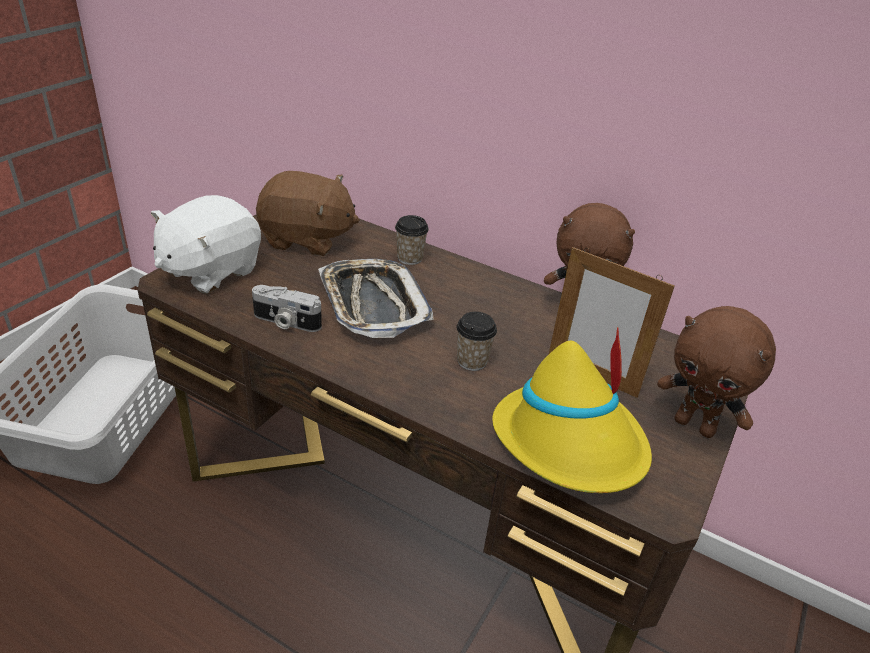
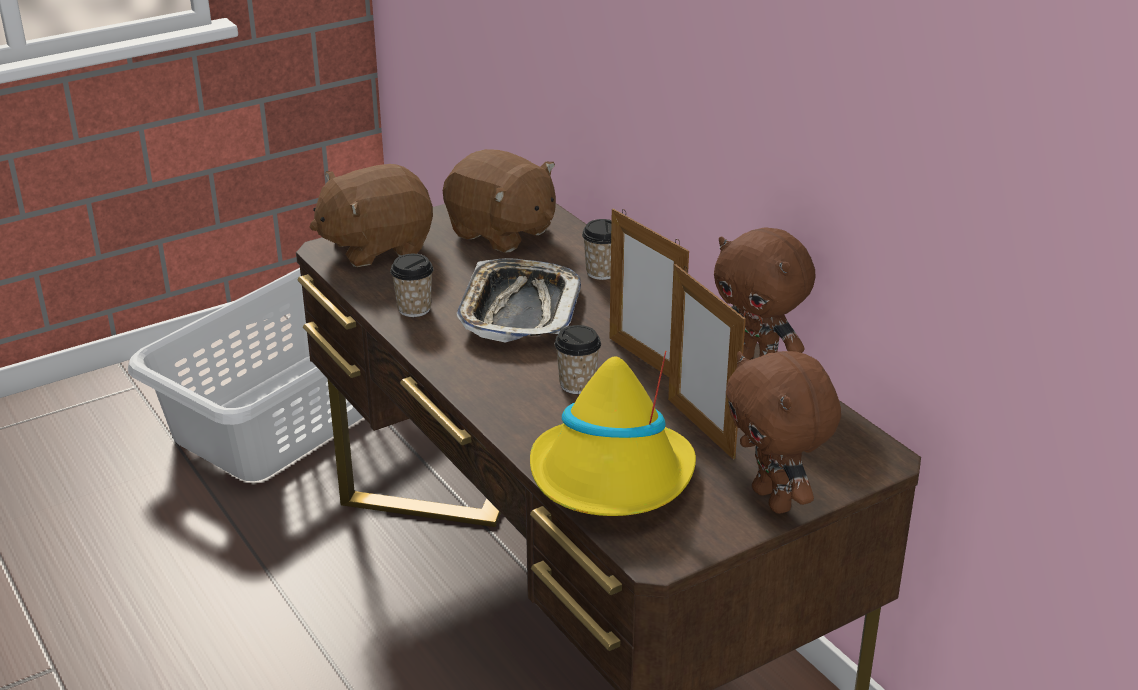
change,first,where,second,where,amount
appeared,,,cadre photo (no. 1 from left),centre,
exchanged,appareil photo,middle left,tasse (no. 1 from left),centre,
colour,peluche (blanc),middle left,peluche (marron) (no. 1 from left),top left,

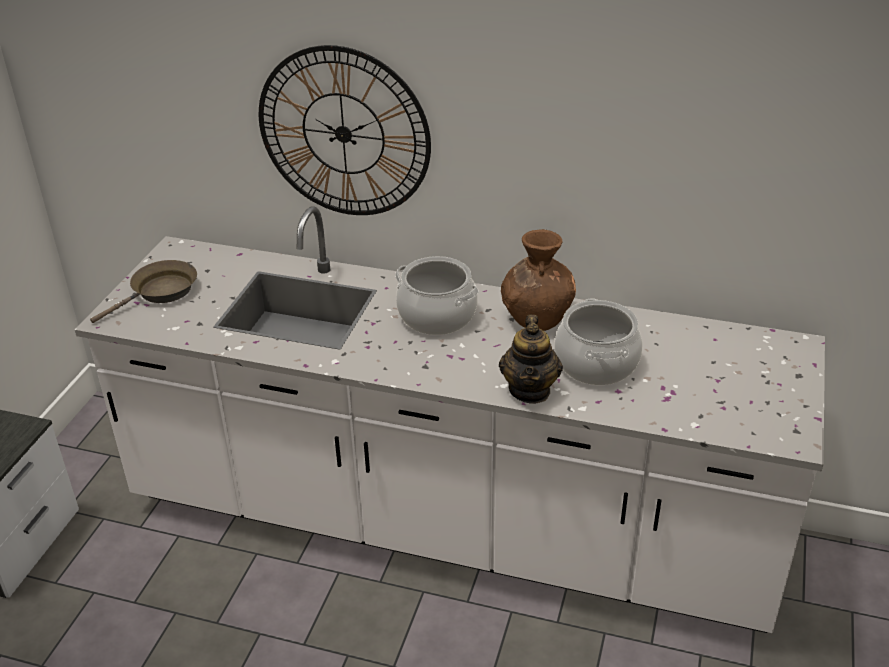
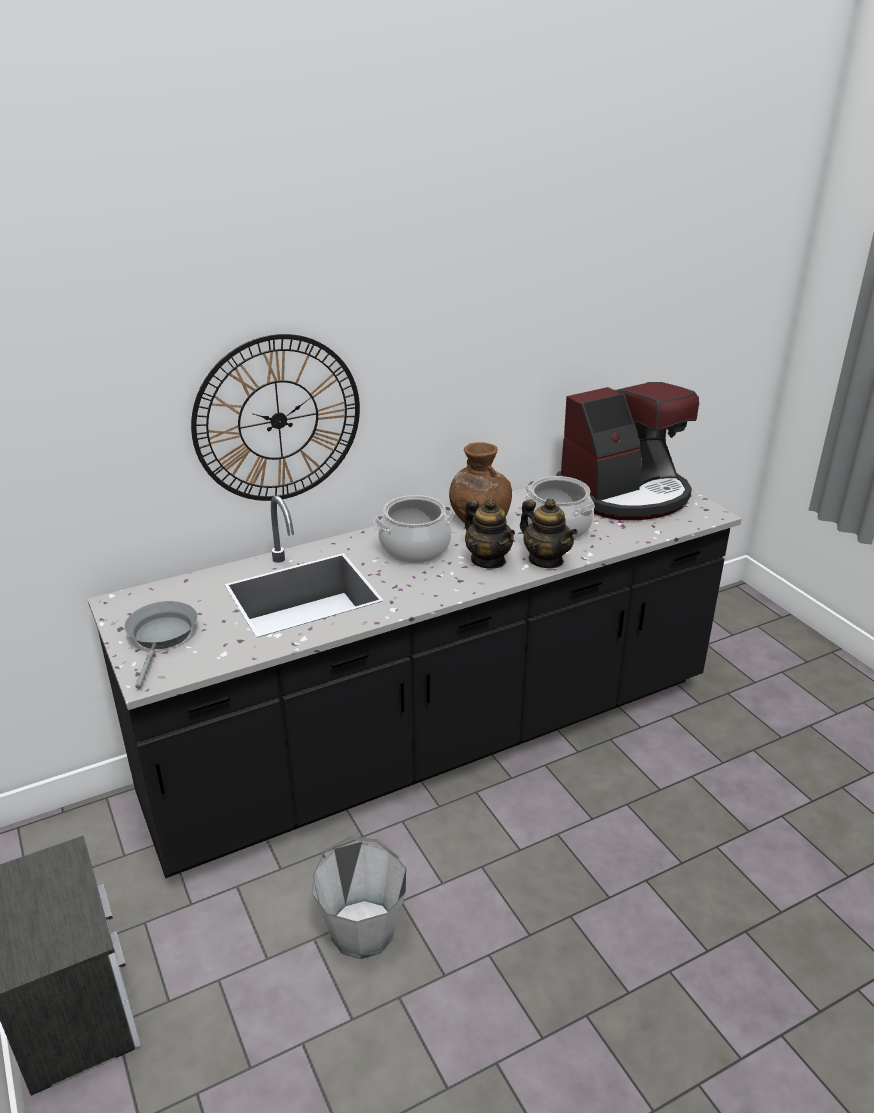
change,first,where,second,where,amount
appeared,,,seau (gris),bottom centre,
appeared,,,théière (no. 1 from left),centre,
appeared,,,machine à café,middle right,
colour,comptoir de cuisine (blanc),centre,comptoir de cuisine (noir),centre,
colour,poêle (marron),middle left,poêle (gris),middle left,

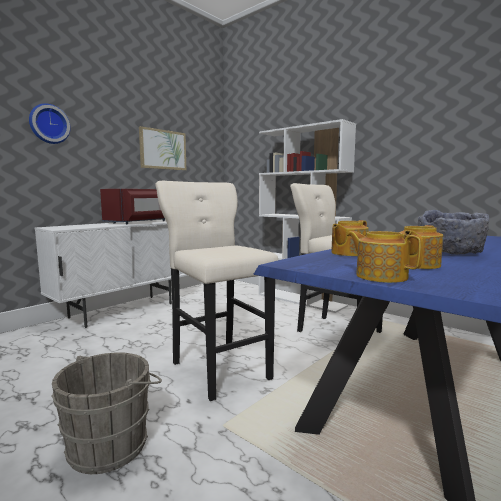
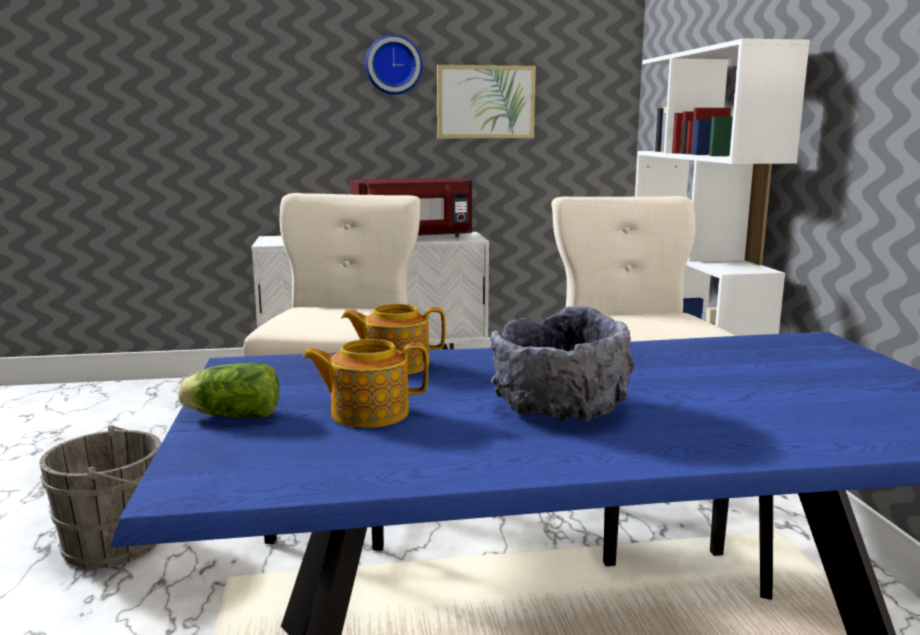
change,first,where,second,where,amount
relocated,horloge murale,top left,,top centre,
exchanged,théière (no. 2 from left),middle right,laitue,middle left,

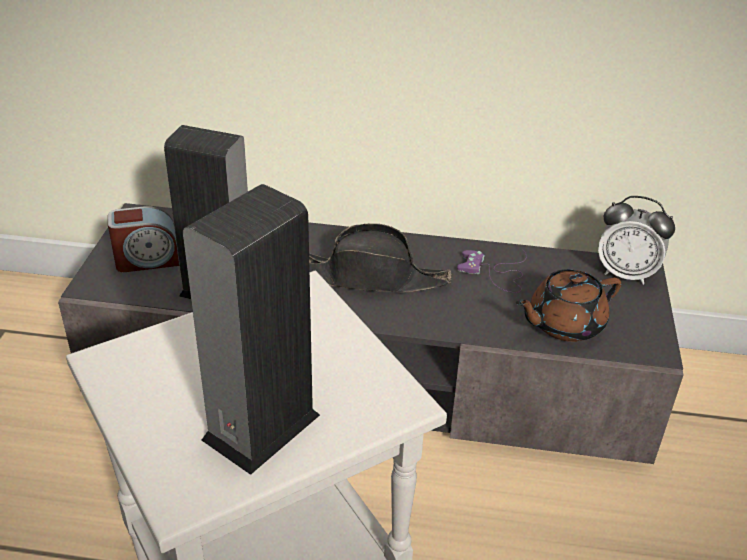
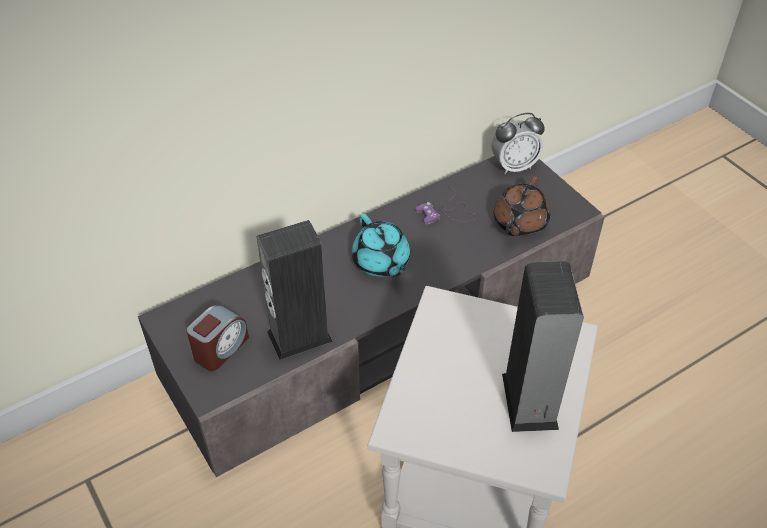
change,first,where,second,where,amount
exchanged,chapeau (noir),centre,théière (turquoise),centre,

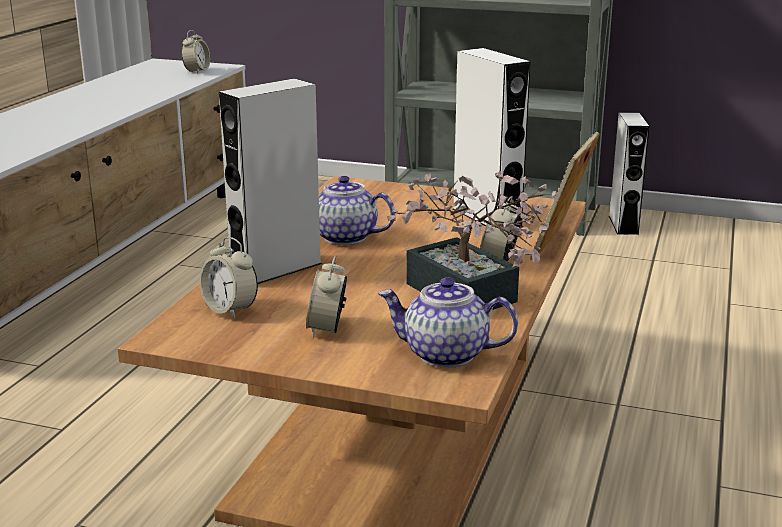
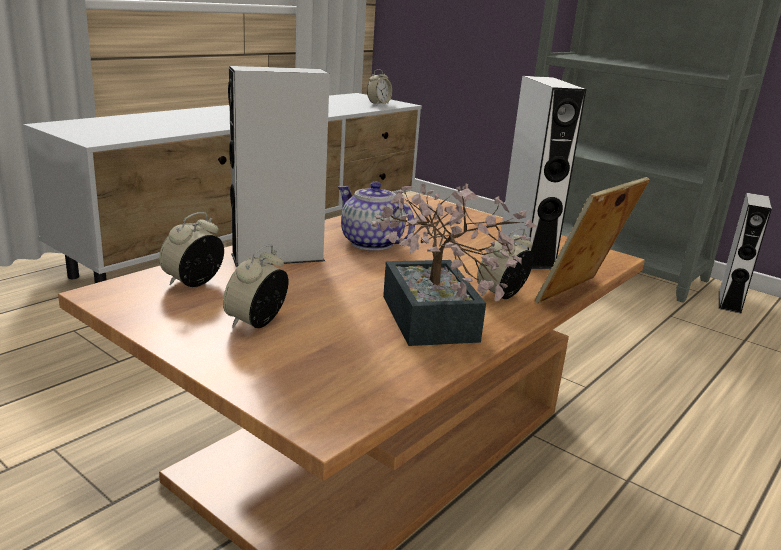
change,first,where,second,where,amount
missing,théière (no. 2 from left),centre,,,
spun,réveil (no. 2 from left in the first image),middle left,réveil (no. 1 from left),middle left,60 degrees clockwise

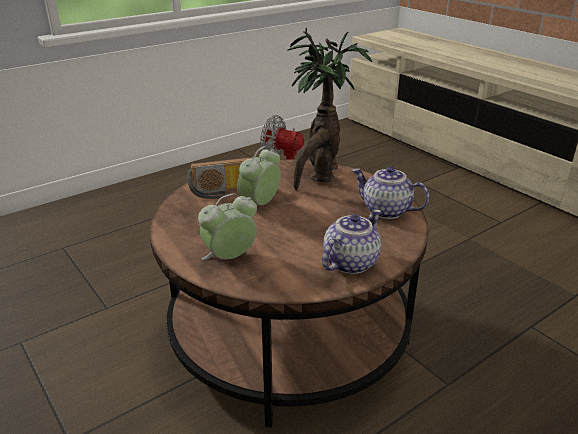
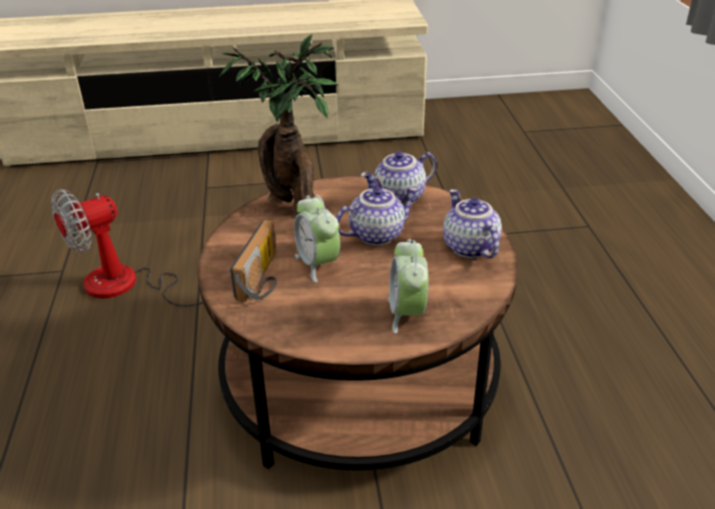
change,first,where,second,where,amount
appeared,,,théière (no. 1 from left),centre,

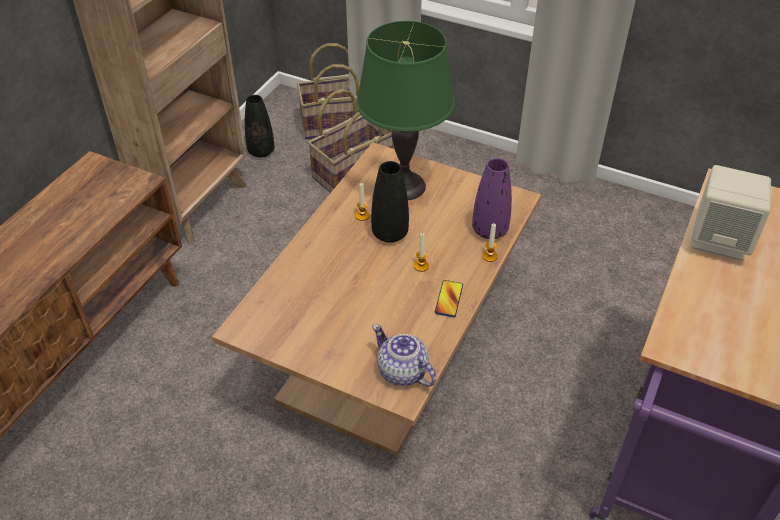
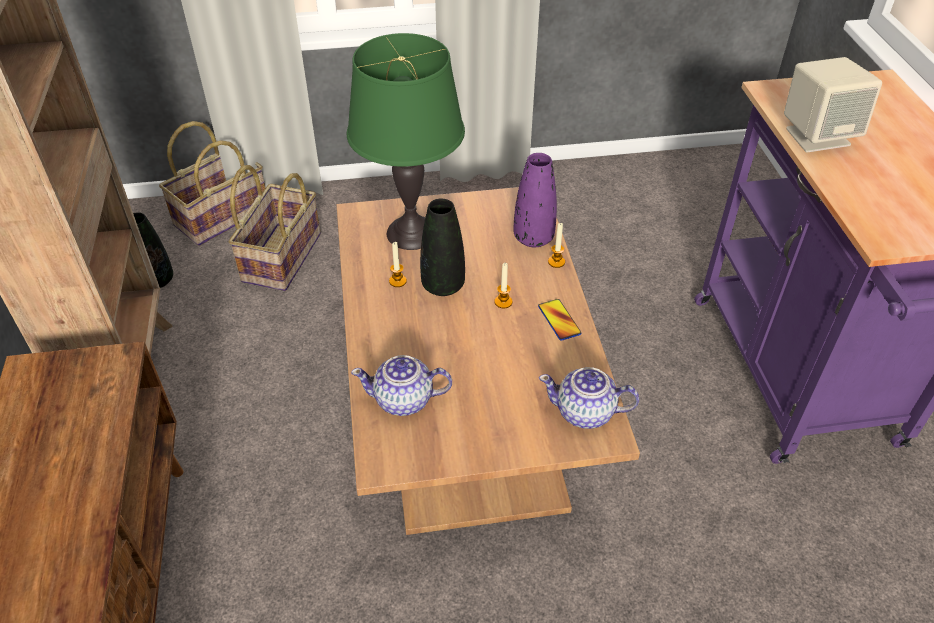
change,first,where,second,where,amount
appeared,,,théière (no. 1 from left),centre,

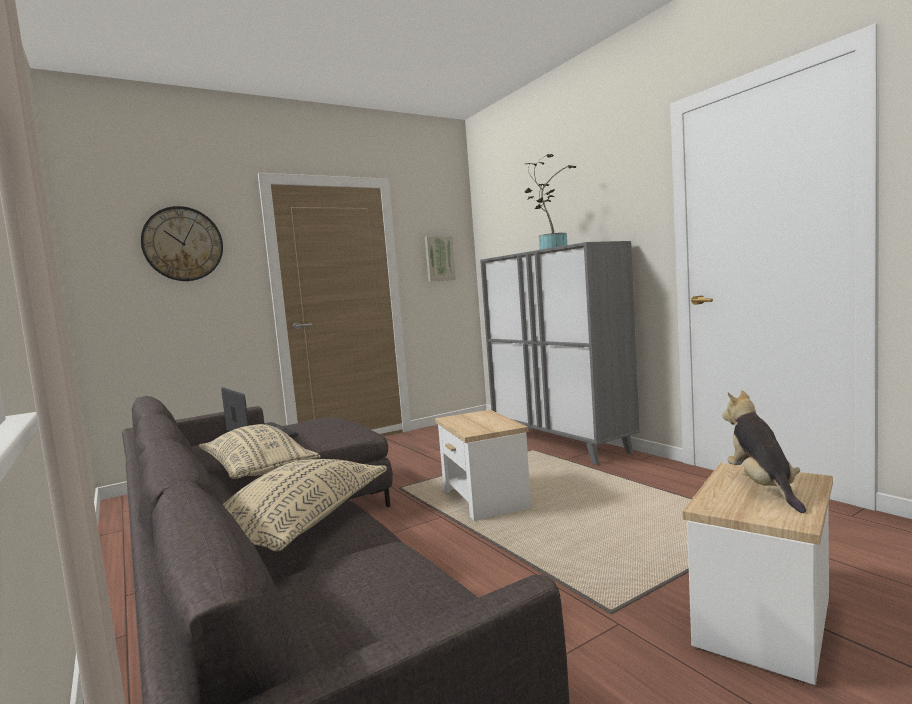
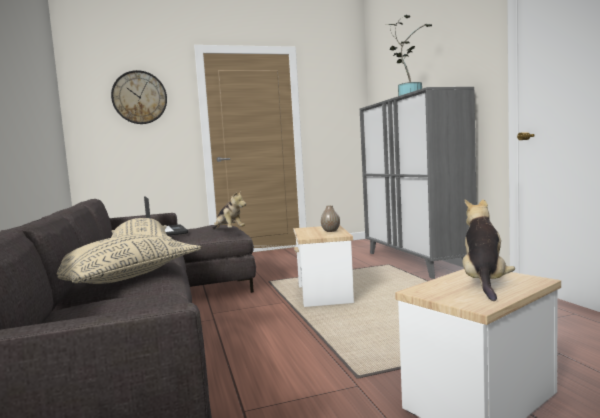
change,first,where,second,where,amount
missing,tableau,centre,,,
appeared,,,peluche (no. 1 from left),centre,
appeared,,,vase,centre,

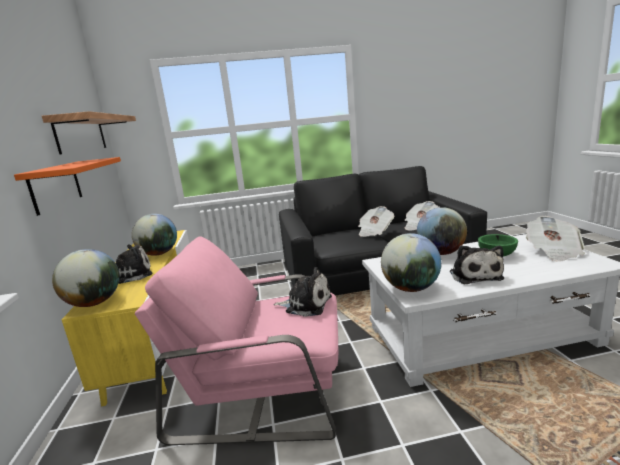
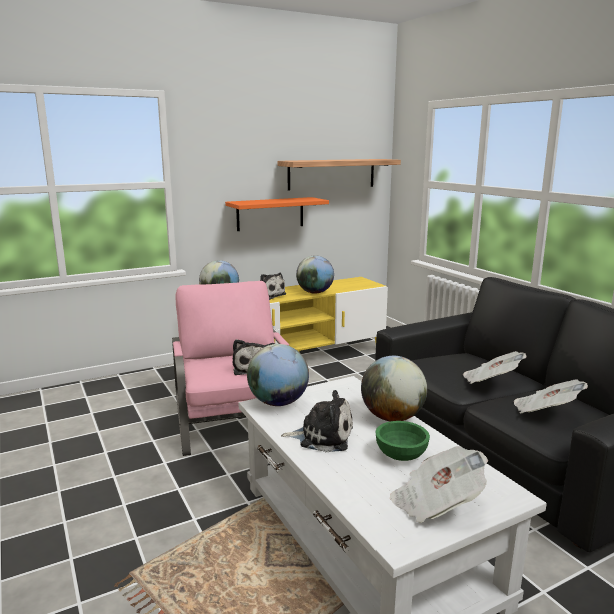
change,first,where,second,where,amount
spun,peluche (no. 3 from left),middle right,,bottom centre,150 degrees counterclockwise

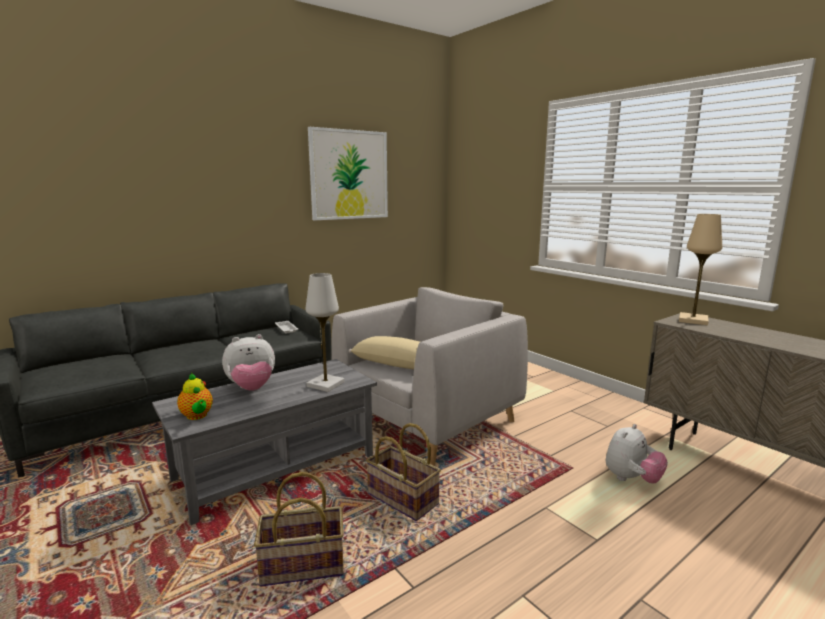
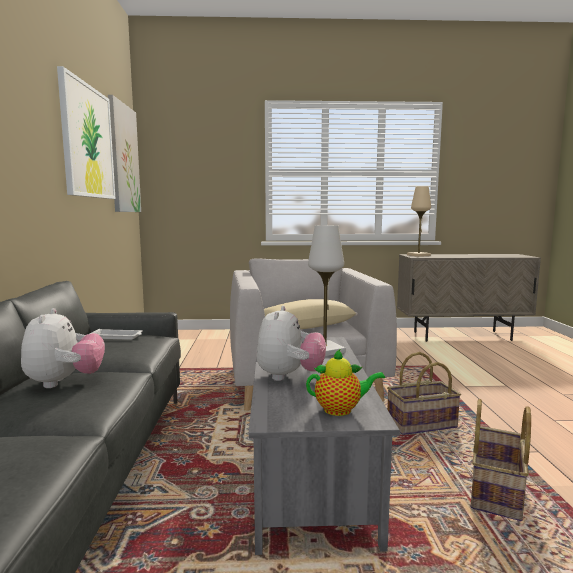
change,first,where,second,where,amount
appeared,,,tableau (no. 2 from left),top left,
relocated,peluche (no. 2 from left in the first image),bottom right,peluche (no. 1 from left),middle left,

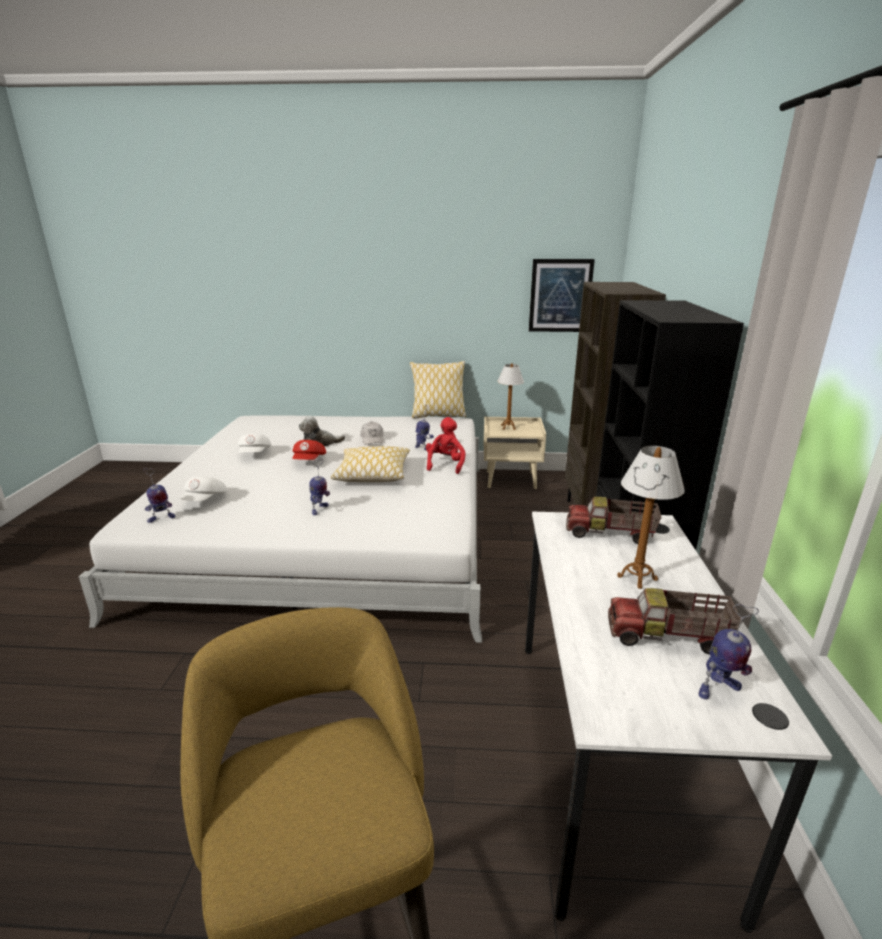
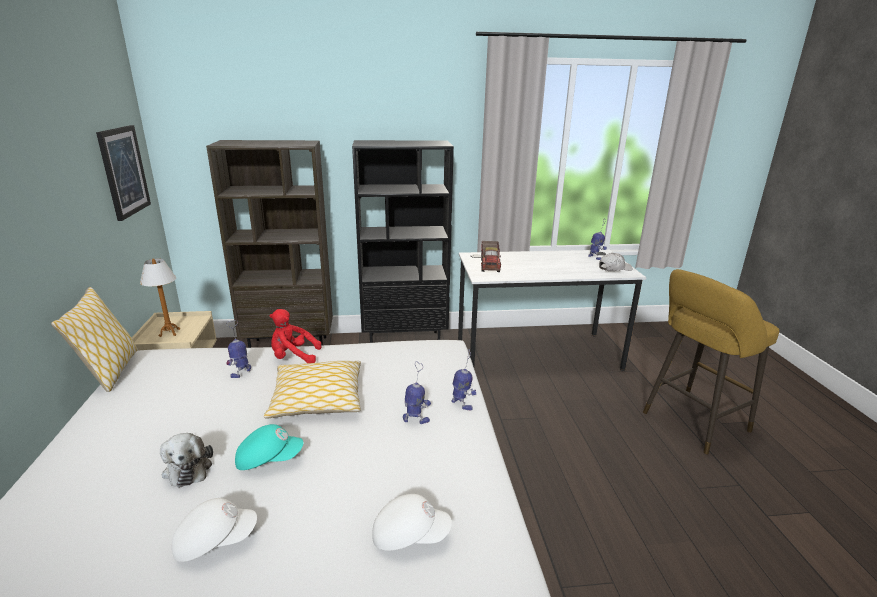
change,first,where,second,where,amount
missing,camion jouet (no. 2 from left),middle right,,,
missing,lampe de table (no. 2 from left),middle right,,,
relocated,robot jouet (no. 1 from left in the first image),middle left,robot jouet (no. 3 from left),centre,
relocated,casquette (blanc) (no. 3 from left),centre,,middle right,
colour,casquette (rouge),centre,casquette (turquoise),bottom left,

